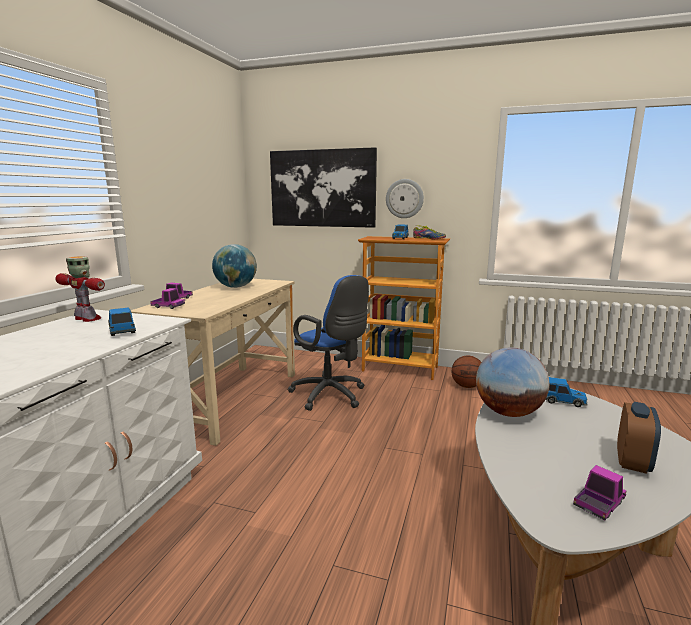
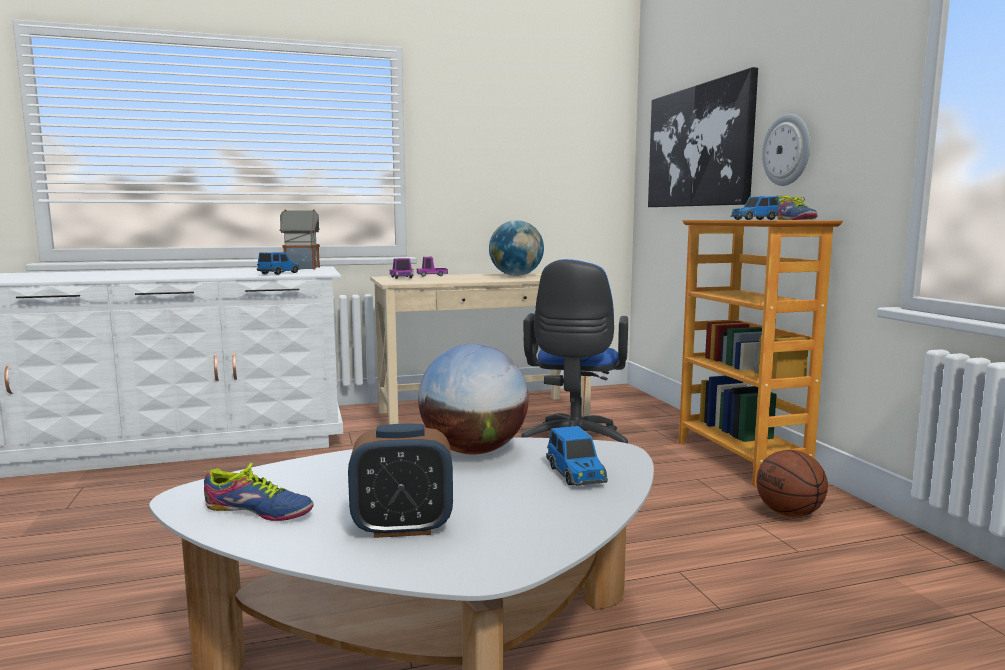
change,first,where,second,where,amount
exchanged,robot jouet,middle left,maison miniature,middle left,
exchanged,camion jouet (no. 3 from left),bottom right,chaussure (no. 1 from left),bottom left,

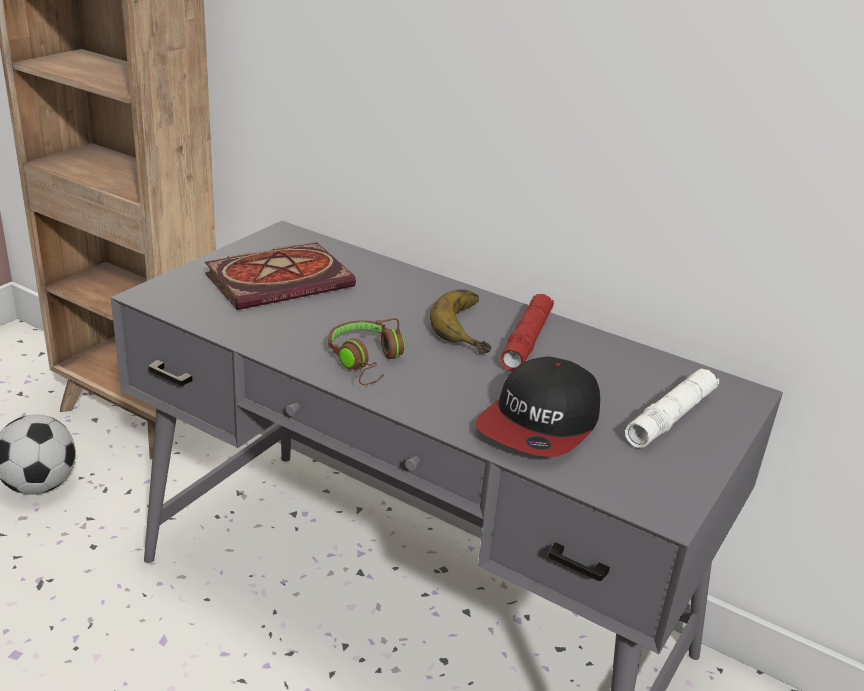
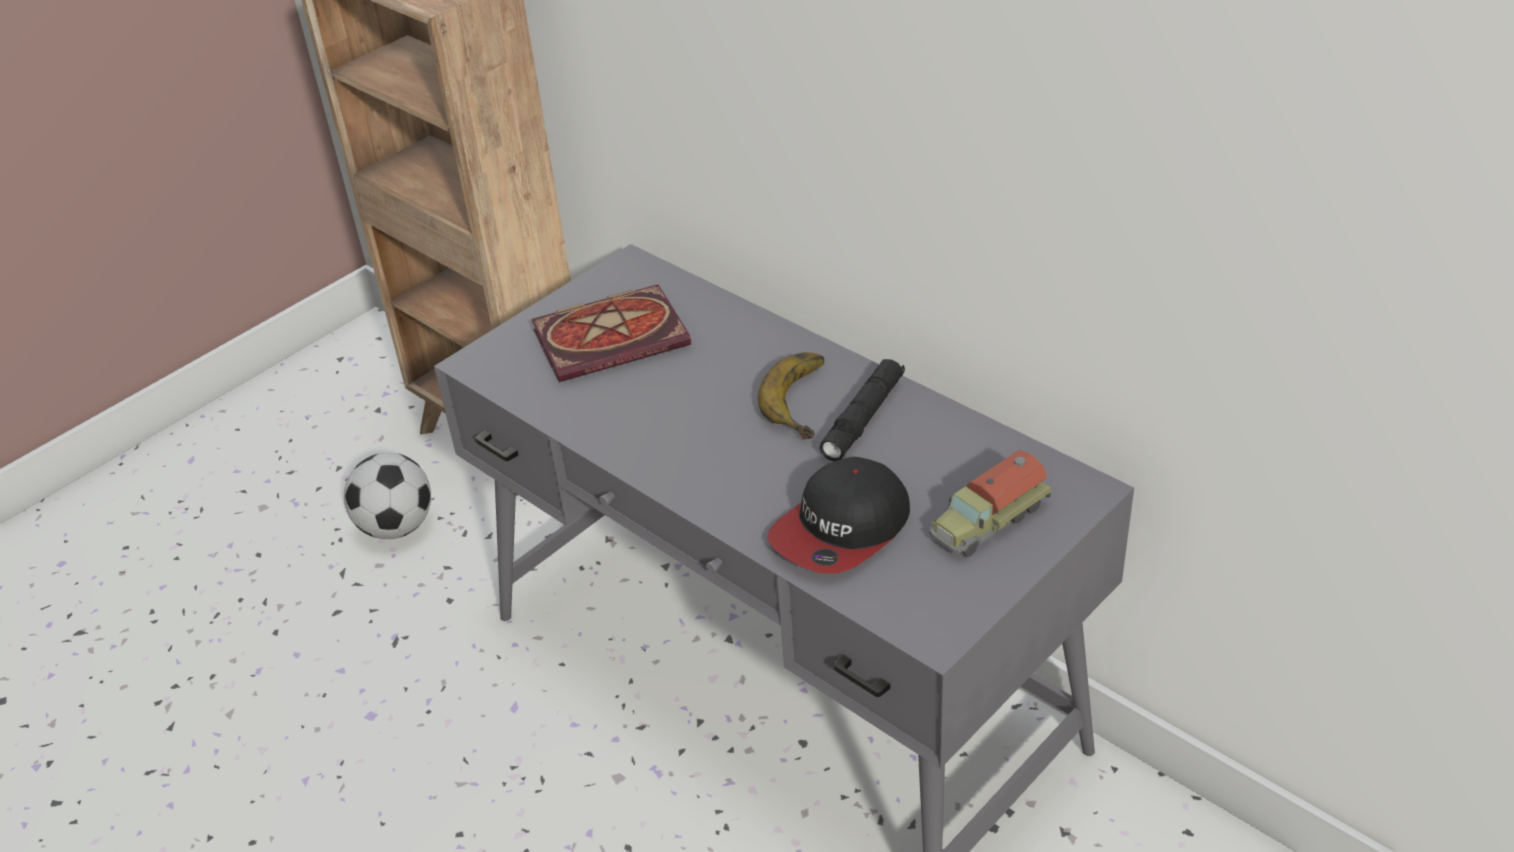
change,first,where,second,where,amount
missing,casque audio (marron),centre,,,
exchanged,lampe de poche (blanc),middle right,camion jouet,centre,
colour,lampe de poche (rouge),centre,lampe de poche (noir),centre,

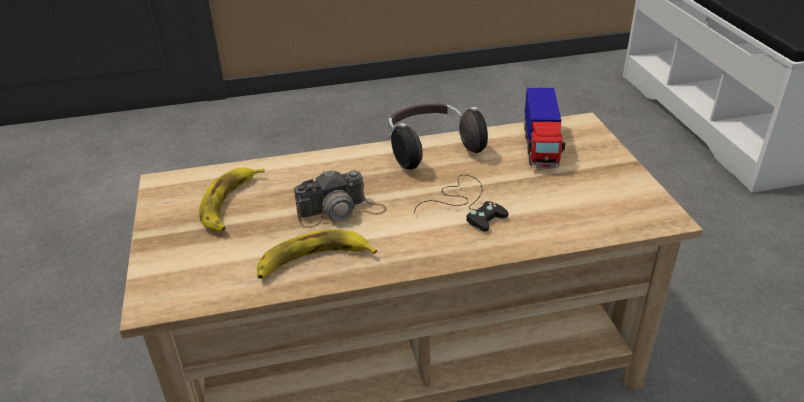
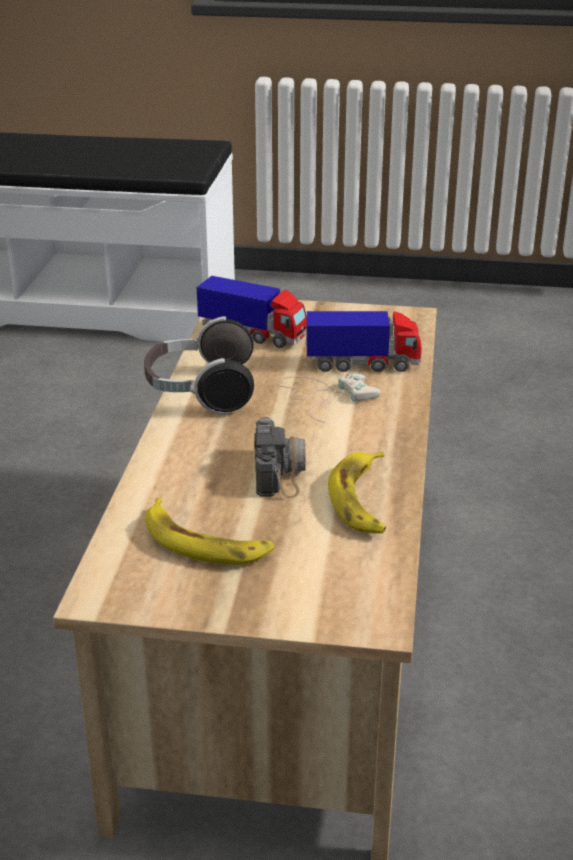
change,first,where,second,where,amount
appeared,,,camion jouet (no. 2 from left),centre,
colour,manette (noir),centre,manette (blanc),centre,

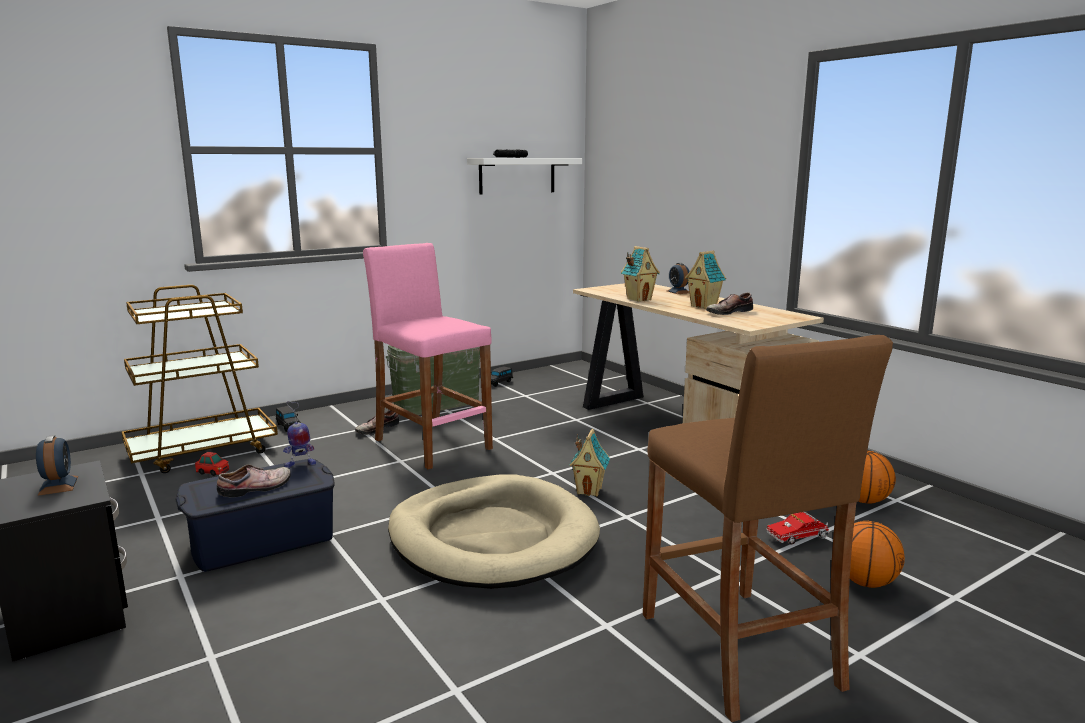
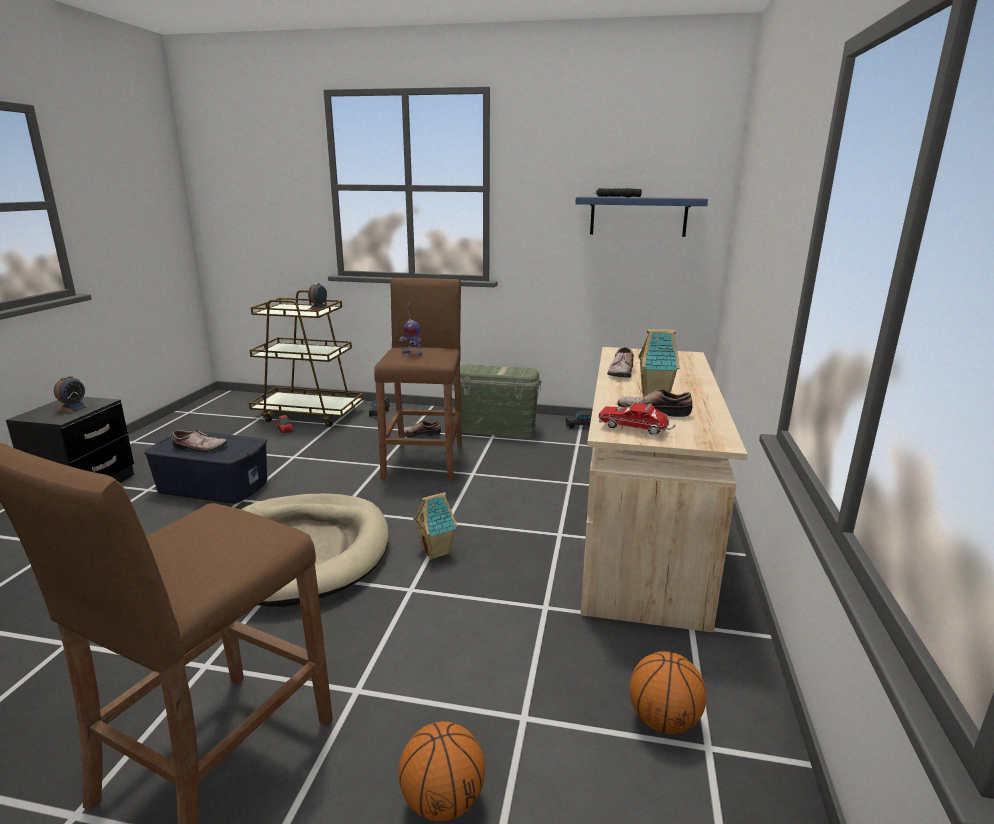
change,first,where,second,where,amount
relocated,robot jouet,middle left,,centre,
relocated,réveil (no. 2 from left),centre,,middle left,
relocated,camion jouet,bottom right,,centre,
exchanged,maison miniature (no. 2 from left),centre,chaussure (no. 3 from left),centre,
colour,tabouret (rose),centre,tabouret (marron) (no. 2 from left),centre,
colour,étagère (blanc),top centre,étagère (bleu),top centre,

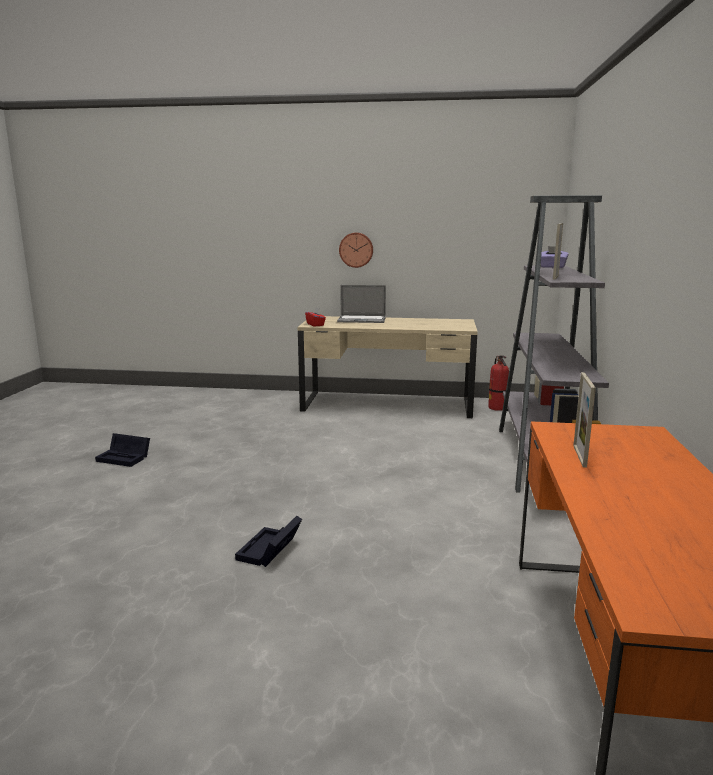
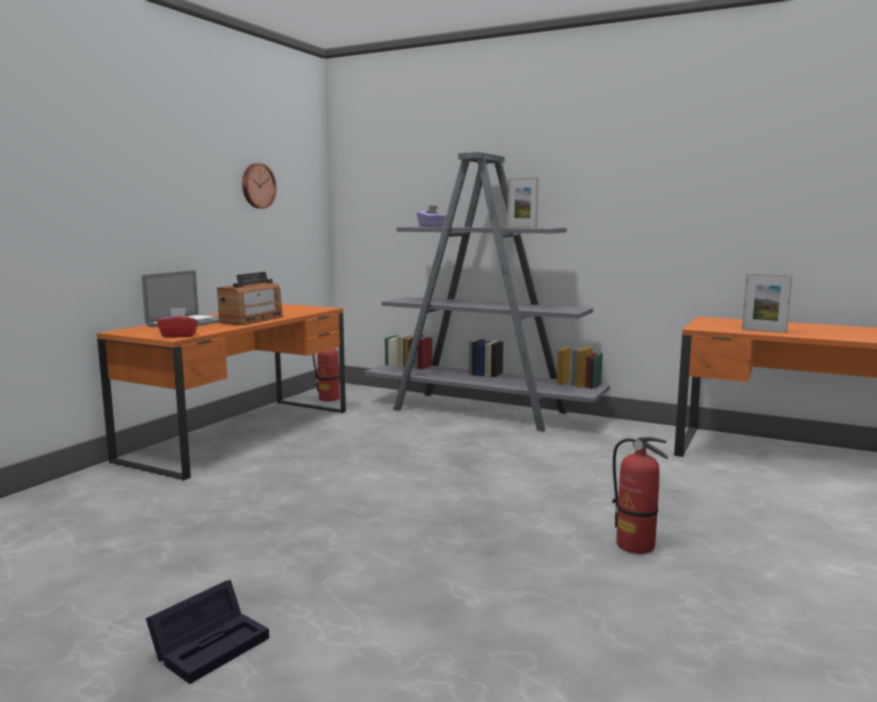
change,first,where,second,where,amount
appeared,,,radio,middle left,
relocated,horloge murale,top centre,,top left,
exchanged,boîte de rangement (noir) (no. 2 from left),bottom centre,extincteur (no. 2 from left),bottom right,
colour,bureau (beige),centre,bureau (orange) (no. 1 from left),middle left,

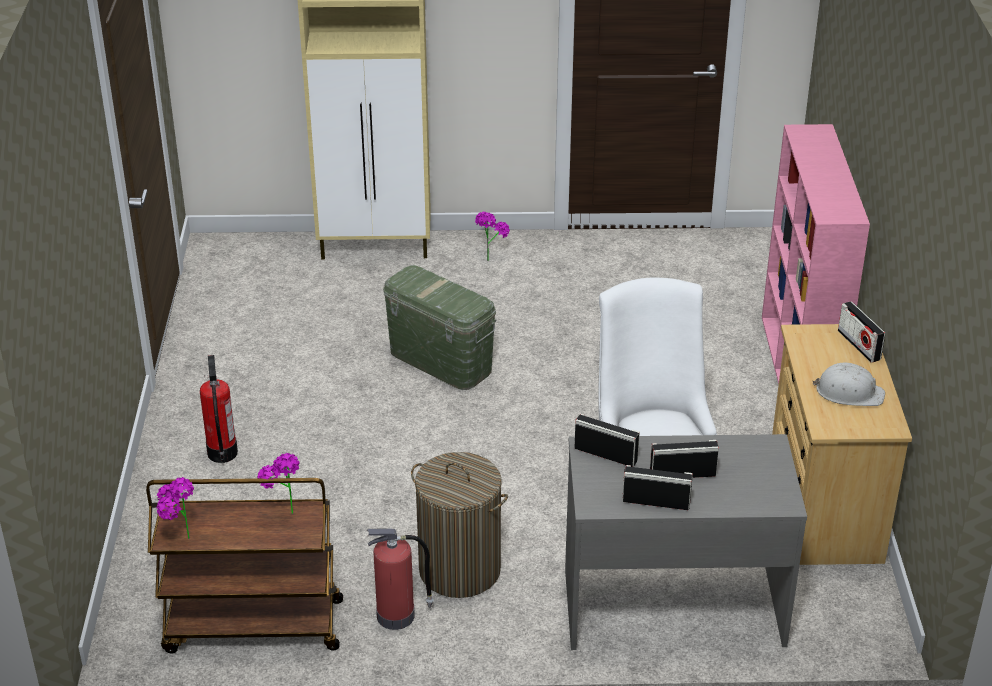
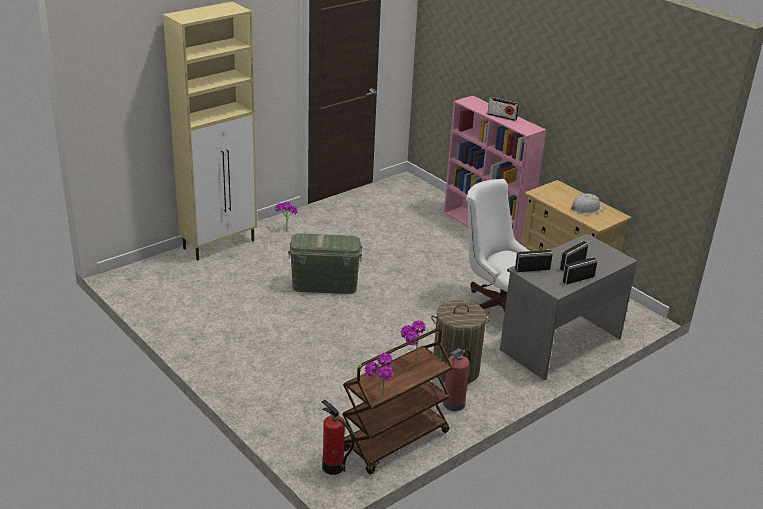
change,first,where,second,where,amount
relocated,extincteur (no. 1 from left),middle left,,bottom centre,
relocated,radio (no. 4 from left in the first image),middle right,radio (no. 1 from left),top centre,

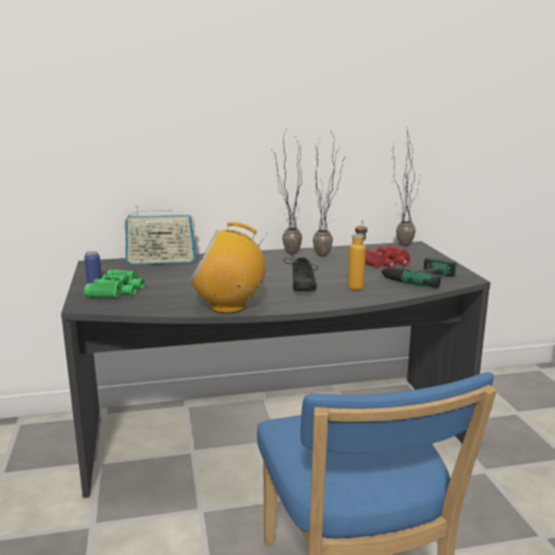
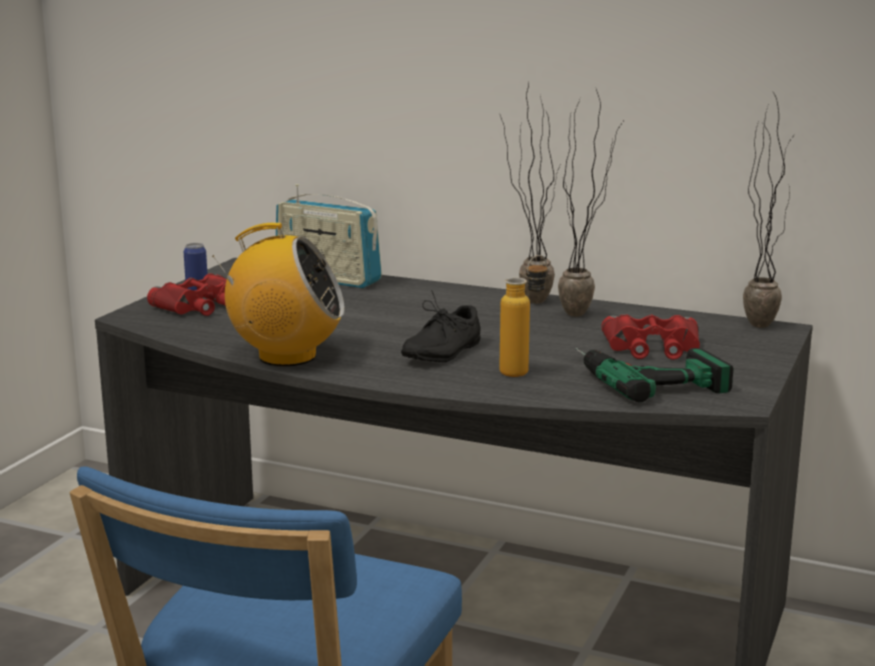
change,first,where,second,where,amount
colour,jumelles (vert),middle left,jumelles (rouge) (no. 1 from left),middle left,
spun,radio (no. 2 from left in the first image),centre,radio (no. 1 from left),middle left,150 degrees clockwise

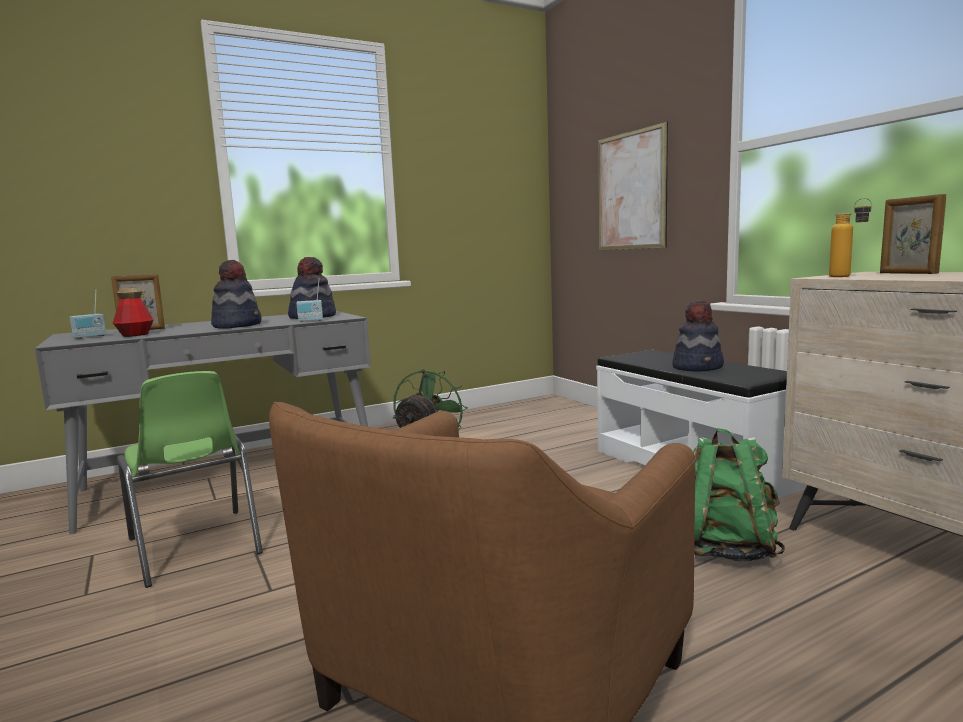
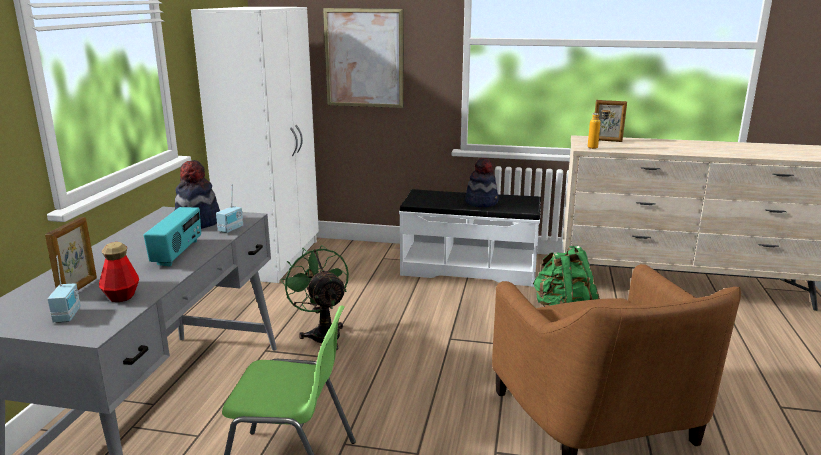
change,first,where,second,where,amount
appeared,,,armoire (blanc),top left,
exchanged,chapeau (no. 1 from left),middle left,radio (no. 2 from left),middle left,

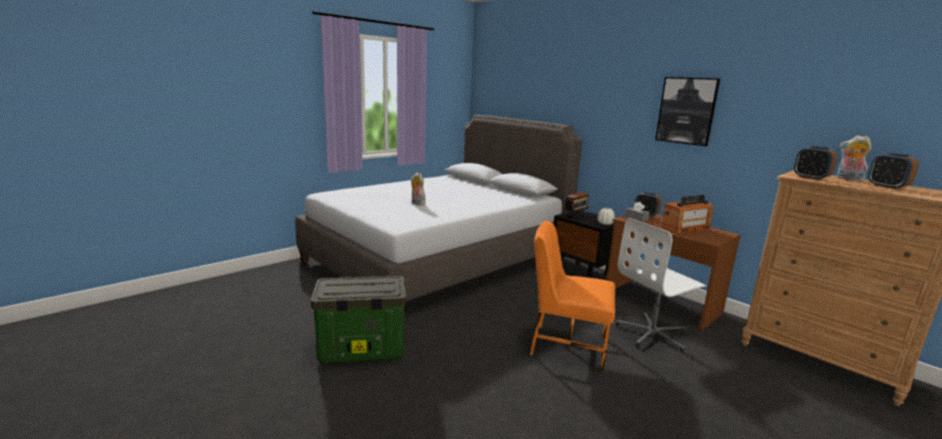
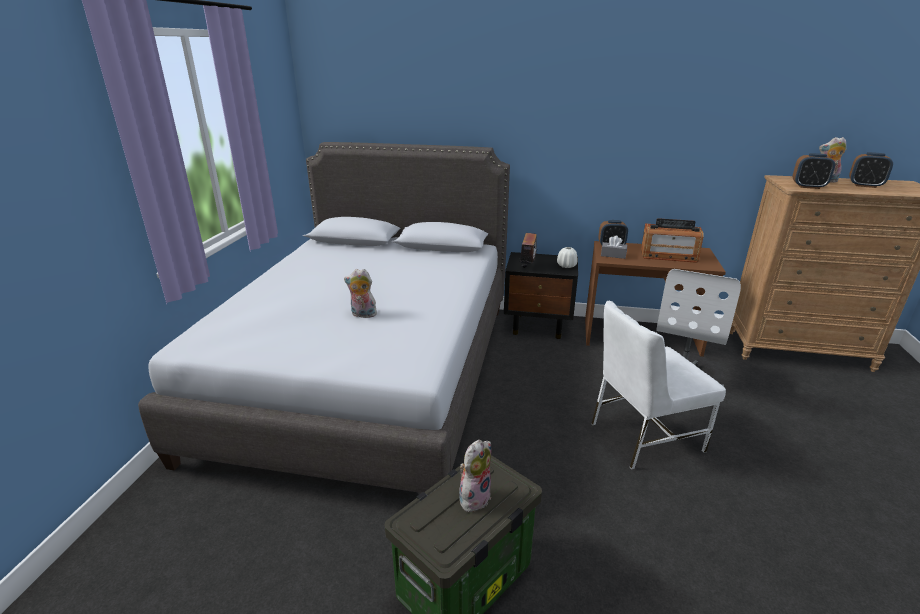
change,first,where,second,where,amount
missing,tableau,top right,,,
appeared,,,peluche (no. 2 from left),bottom centre,
colour,chaise (orange),bottom centre,chaise (blanc),middle right,
spun,radio (no. 2 from left),middle right,,middle right,75 degrees clockwise

